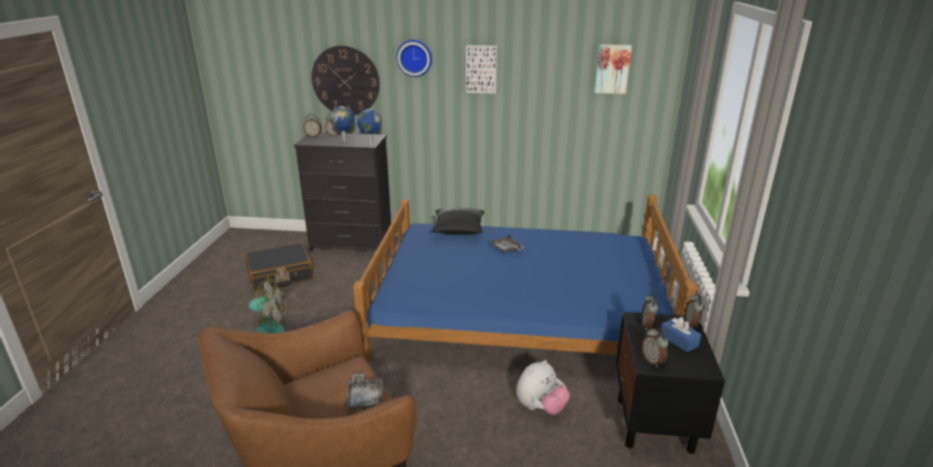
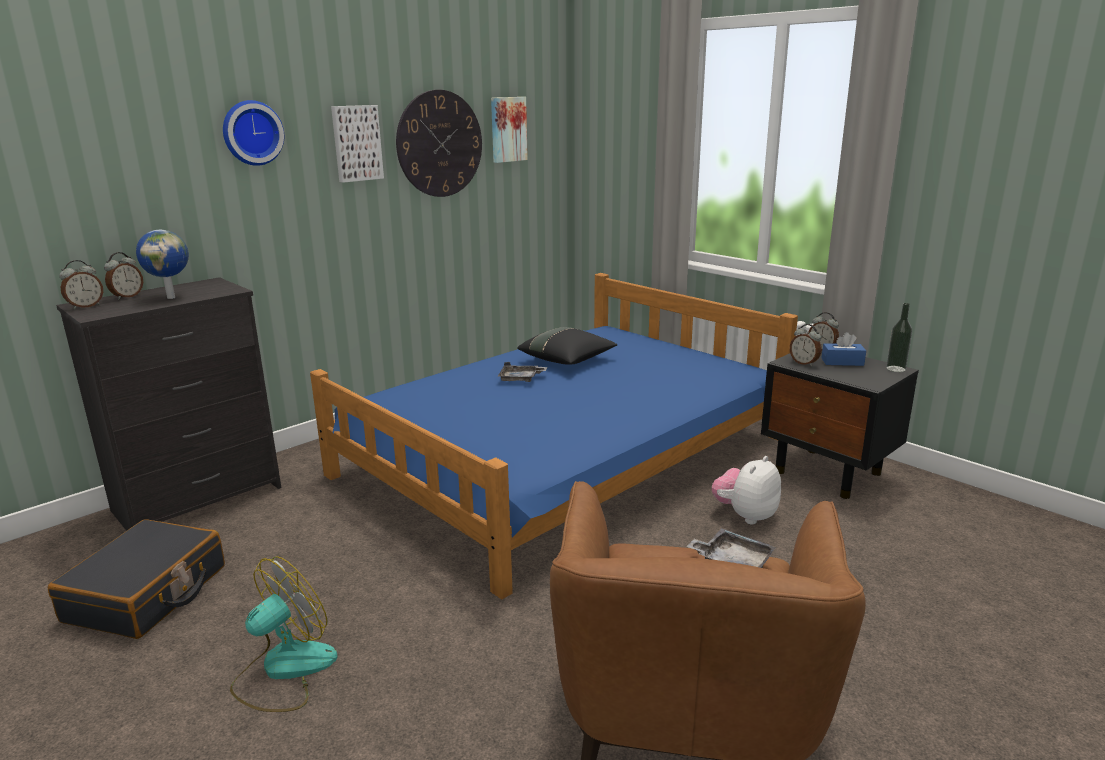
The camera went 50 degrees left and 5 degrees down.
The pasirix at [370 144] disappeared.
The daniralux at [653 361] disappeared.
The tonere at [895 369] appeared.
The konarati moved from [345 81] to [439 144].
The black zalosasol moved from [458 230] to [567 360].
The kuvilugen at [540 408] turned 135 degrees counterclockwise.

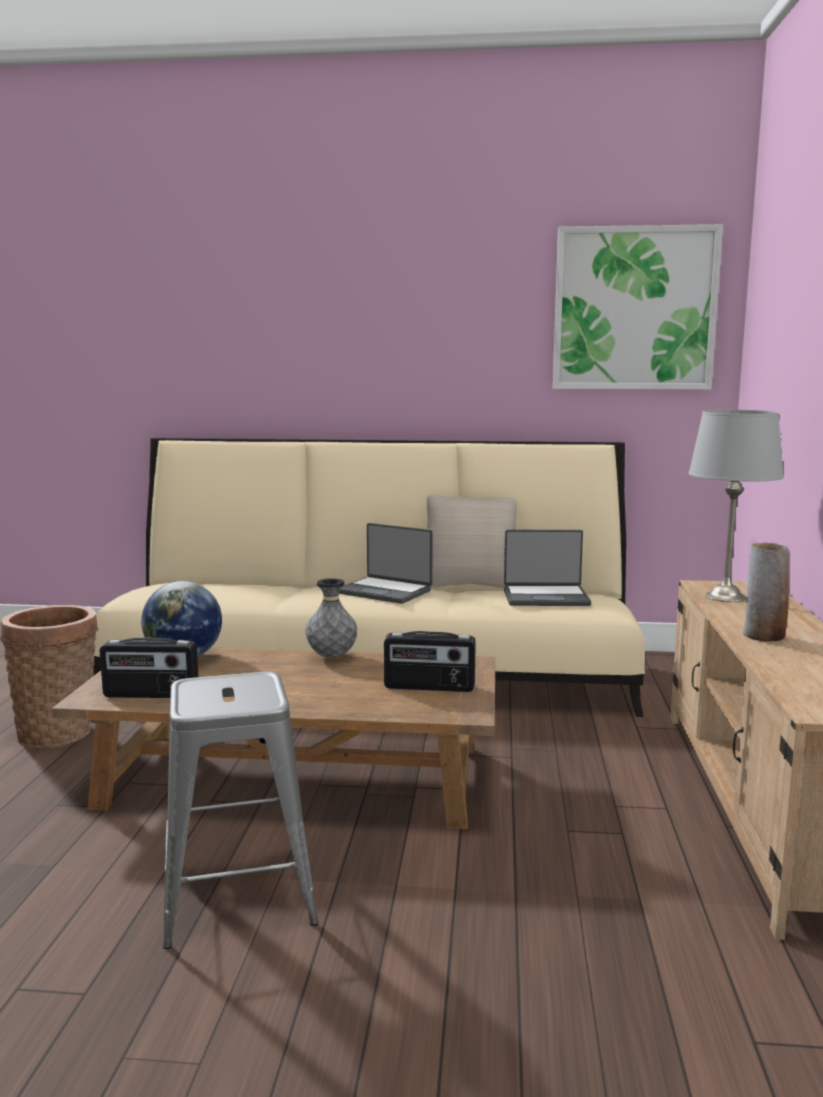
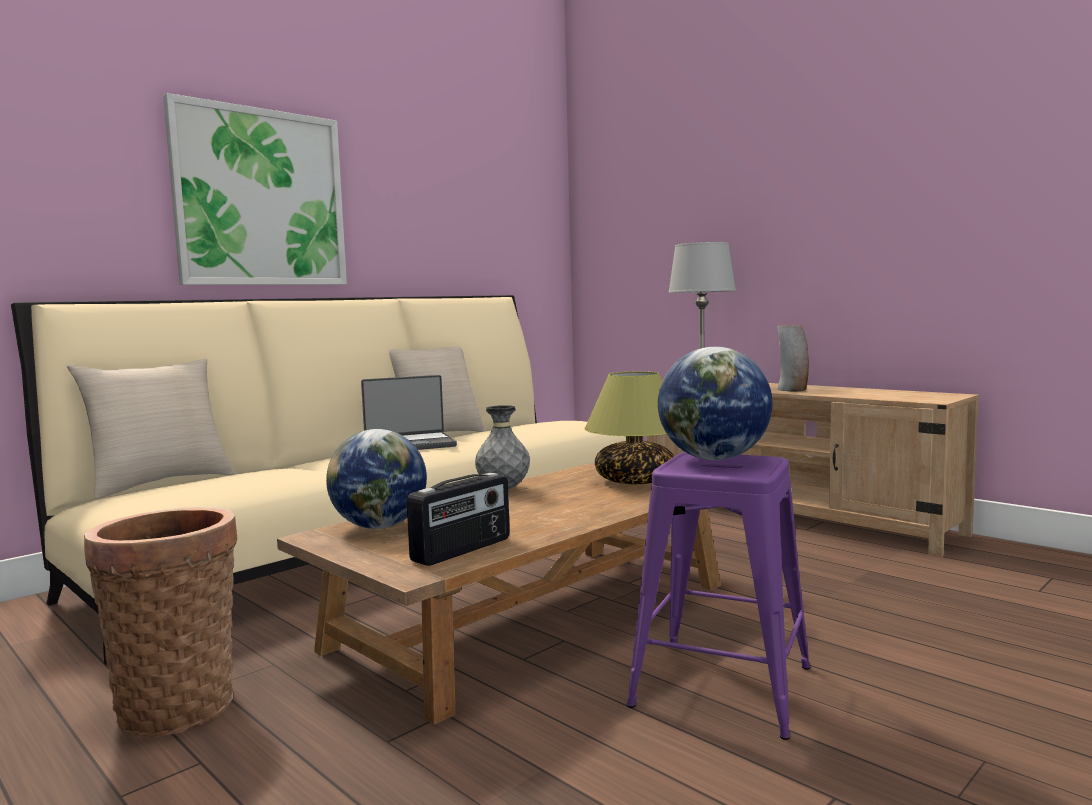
The camera went 50 degrees left and 5 degrees down.
The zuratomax at [545 597] disappeared.
The beige zalosasol at [160 483] appeared.
The pasirix at [713 459] appeared.
The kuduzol moved from [634 309] to [260 198].
The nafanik at [429 687] was replaced by the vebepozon at [634 481].
The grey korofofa at [238 893] became the purple korofofa at [722 686].

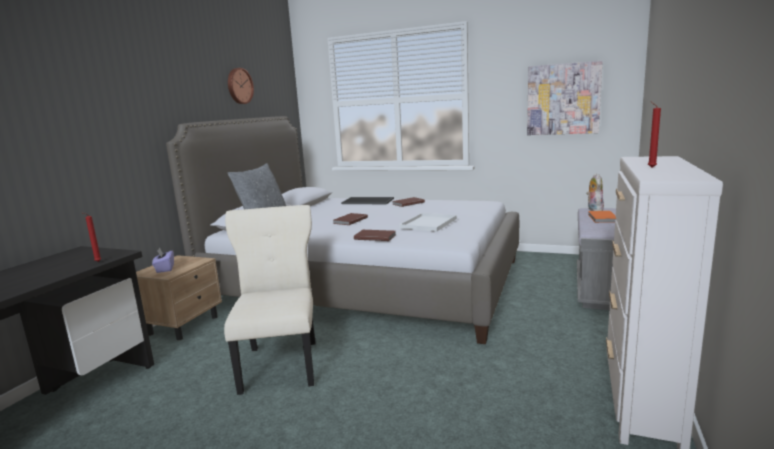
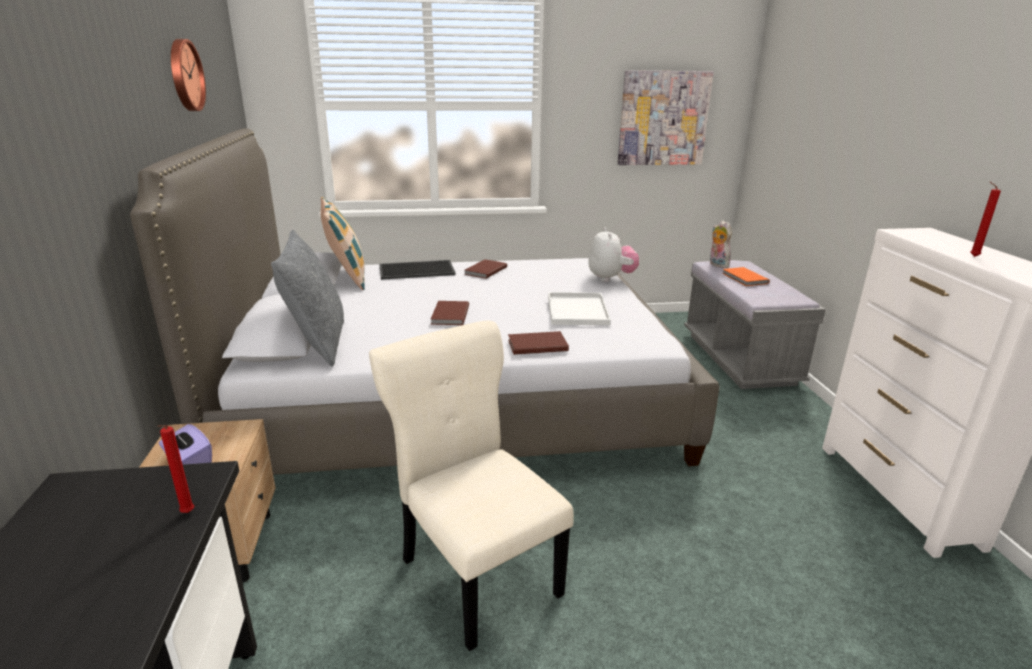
The camera went 30 degrees left and 10 degrees up.
The zalosasol at [346 278] appeared.
The kuvilugen at [611 278] appeared.

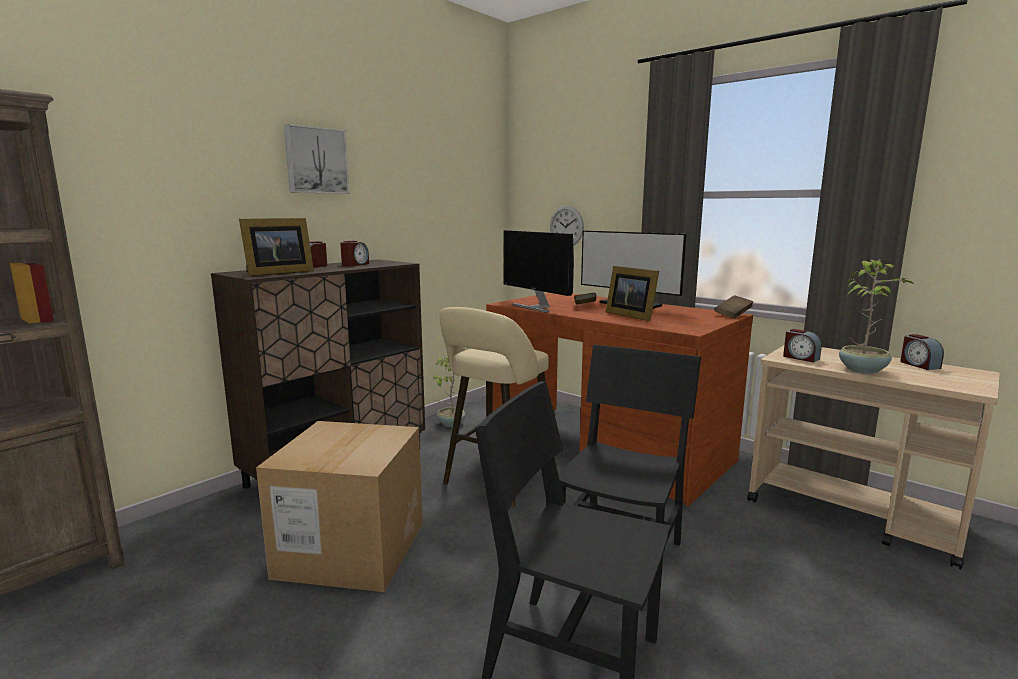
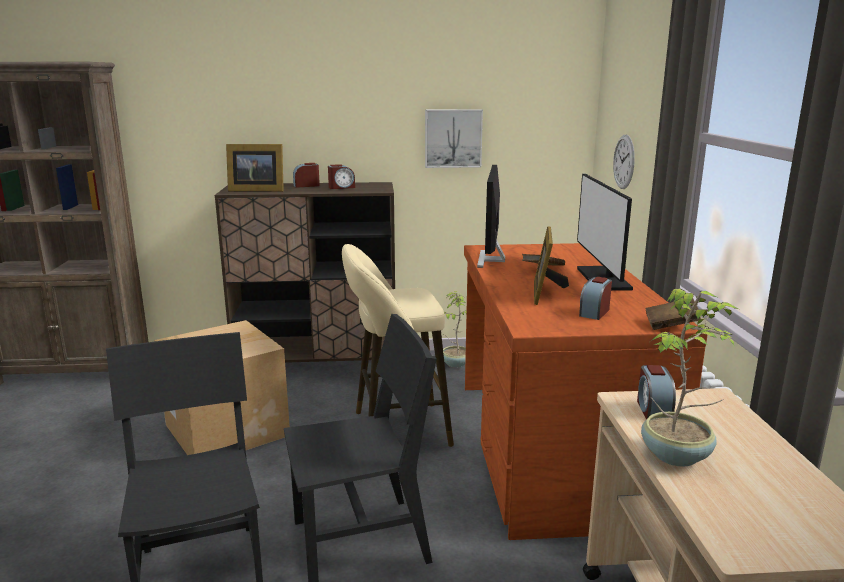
The camera went 45 degrees right and 5 degrees up.
The kuduzol moved from [316 161] to [453 138].
The daniralux moved from [919 365] to [594 312].

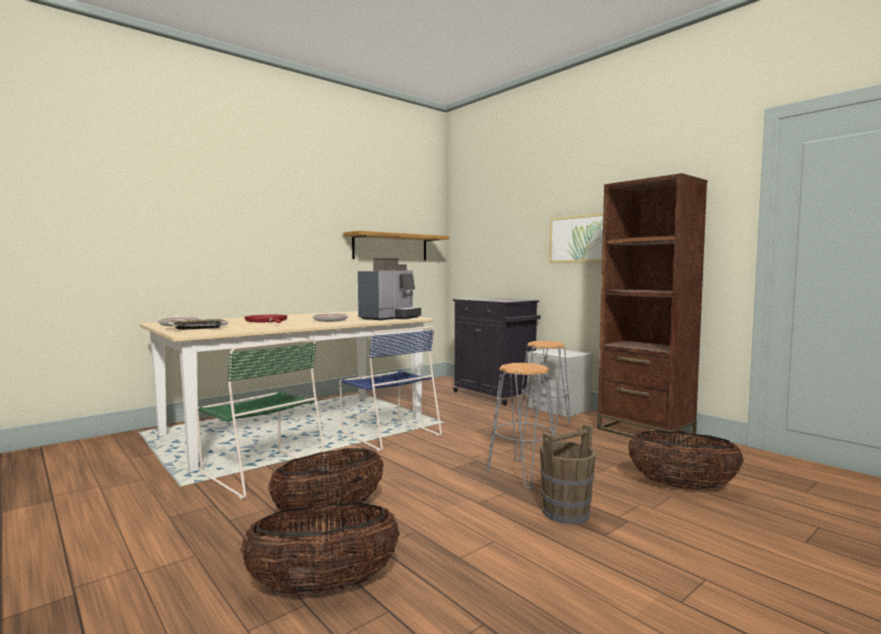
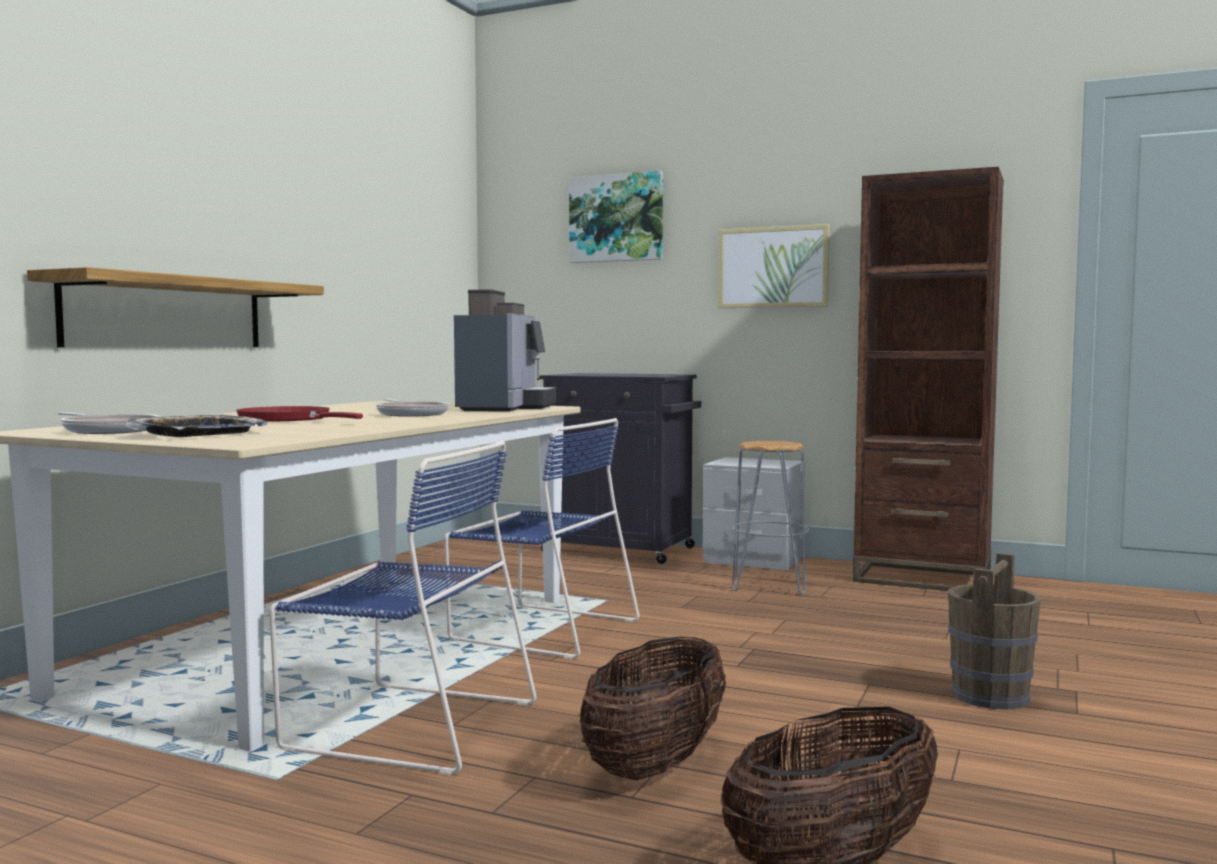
The camera went 25 degrees left and 0 degrees up.
The grey korofofa at [523 474] disappeared.
The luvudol at [682 486] disappeared.
The kuduzol at [616 218] appeared.
The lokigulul moved from [390 247] to [166 313].
The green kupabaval at [262 471] became the blue kupabaval at [405 724].

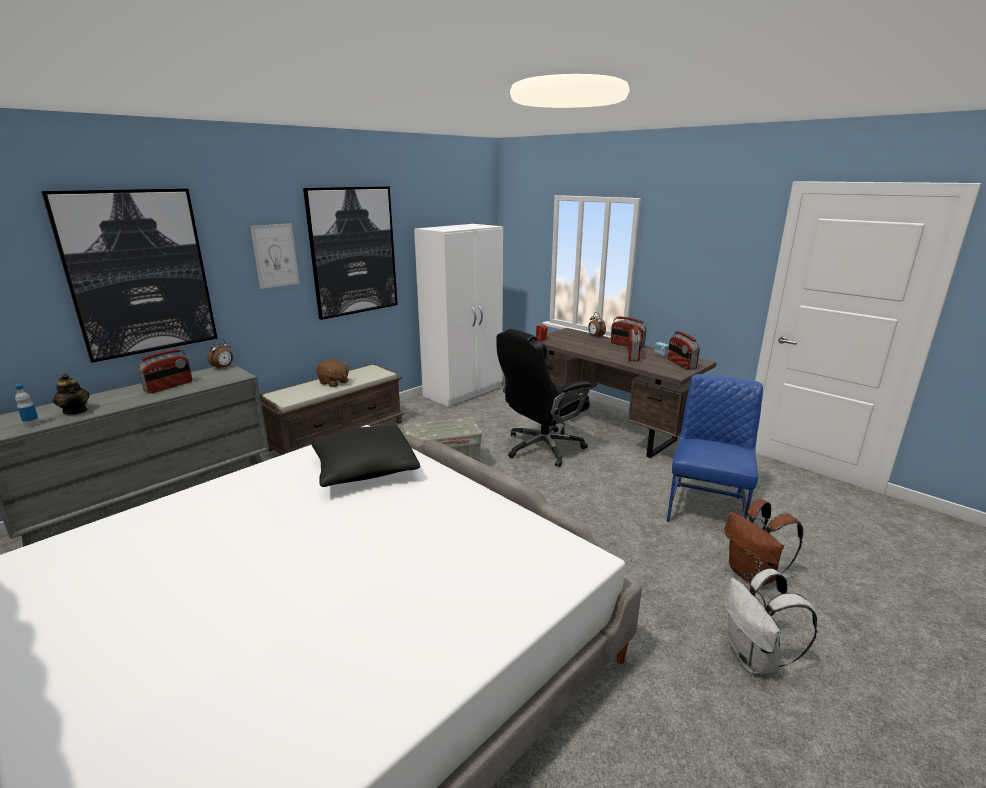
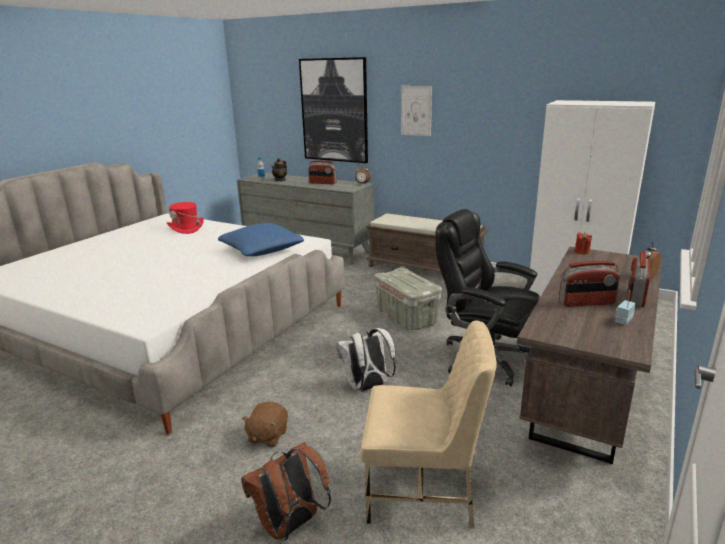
The camera went 75 degrees right and 0 degrees up.
The kuduzol at [353 251] disappeared.
The nafanik at [681 364] disappeared.
The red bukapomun at [186 228] appeared.
The brown kuvilugen moved from [334 383] to [267 436].
The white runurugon moved from [754 659] to [367 387].
The black zalosasol at [364 469] became the blue zalosasol at [261 250].
The blue kupabaval at [706 508] became the beige kupabaval at [423 491].

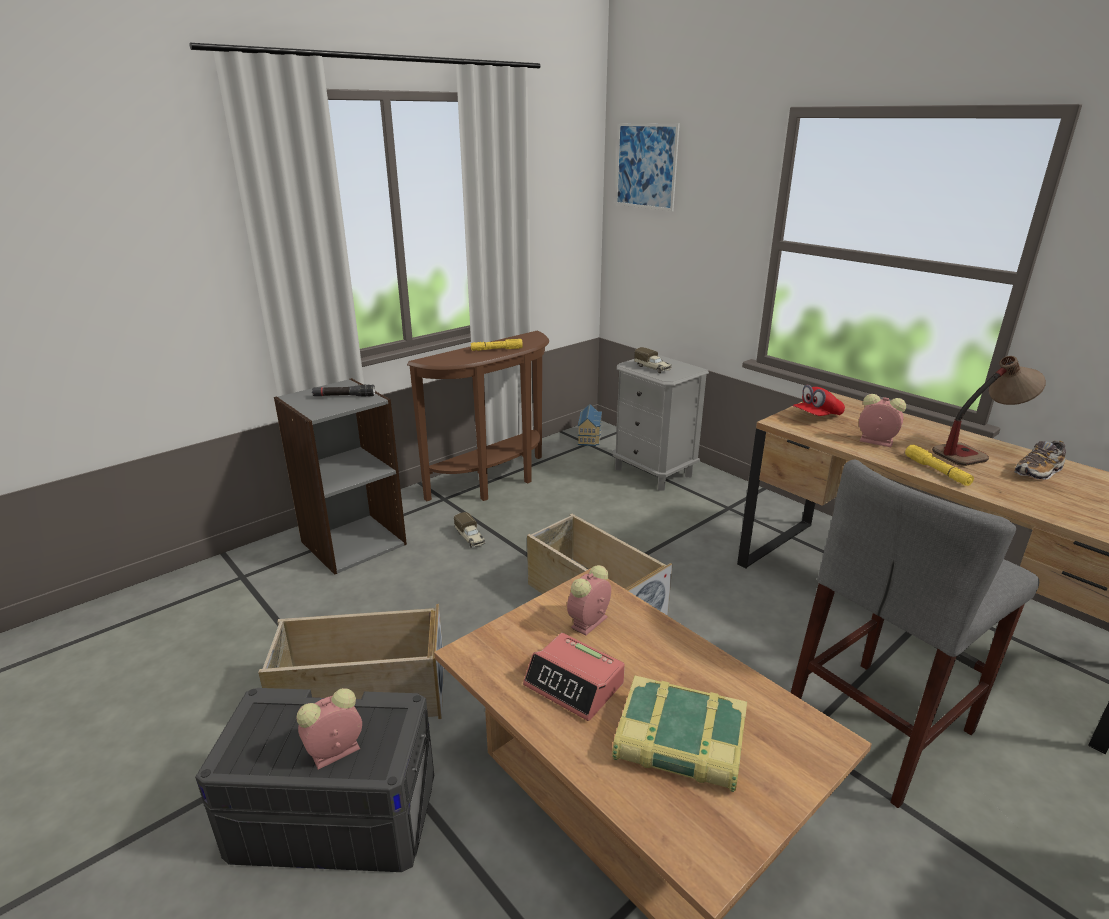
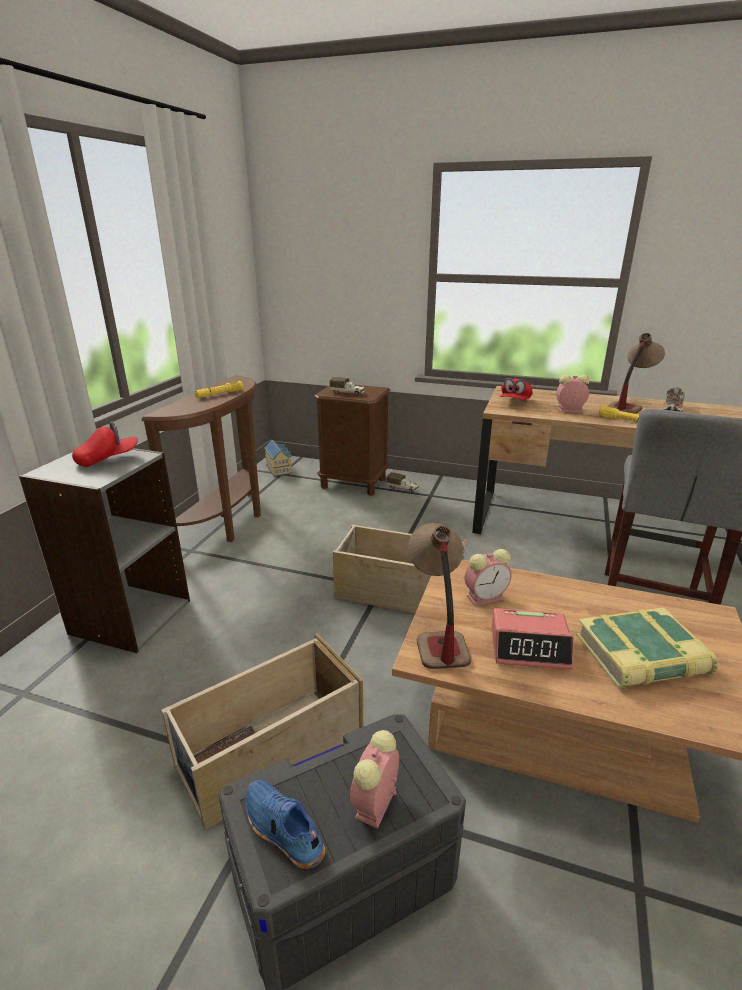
The camera went 30 degrees left and 0 degrees up.
The kuduzol at [646 166] disappeared.
The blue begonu at [282 831] appeared.
The vebepozon at [436 632] appeared.
The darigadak moved from [470 538] to [403 489].
The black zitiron at [344 396] was replaced by the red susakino at [108 459].
The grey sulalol at [653 472] became the brown sulalol at [354 483].
The daniralux at [588 623] turned 120 degrees counterclockwise.

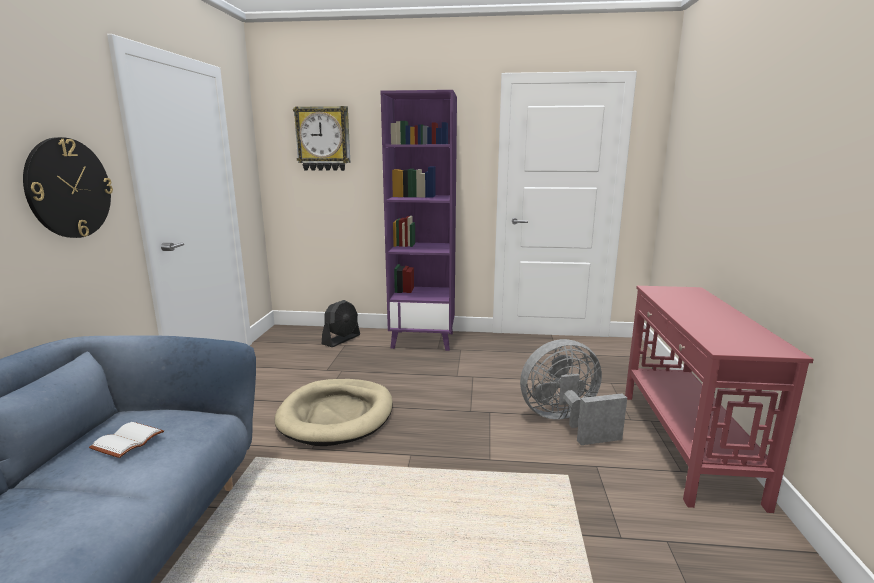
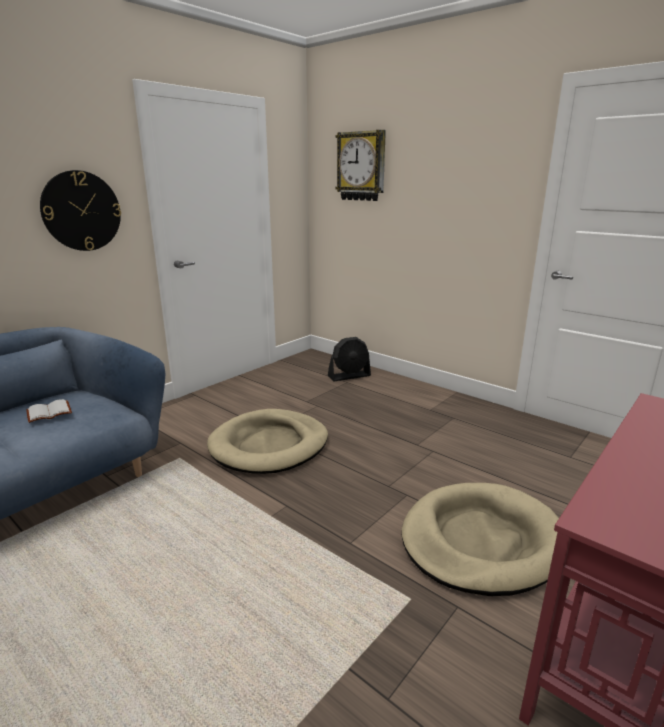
The camera went 35 degrees right and 5 degrees up.
The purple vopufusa at [423 340] disappeared.
The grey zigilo at [566 422] was replaced by the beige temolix at [480 541].

